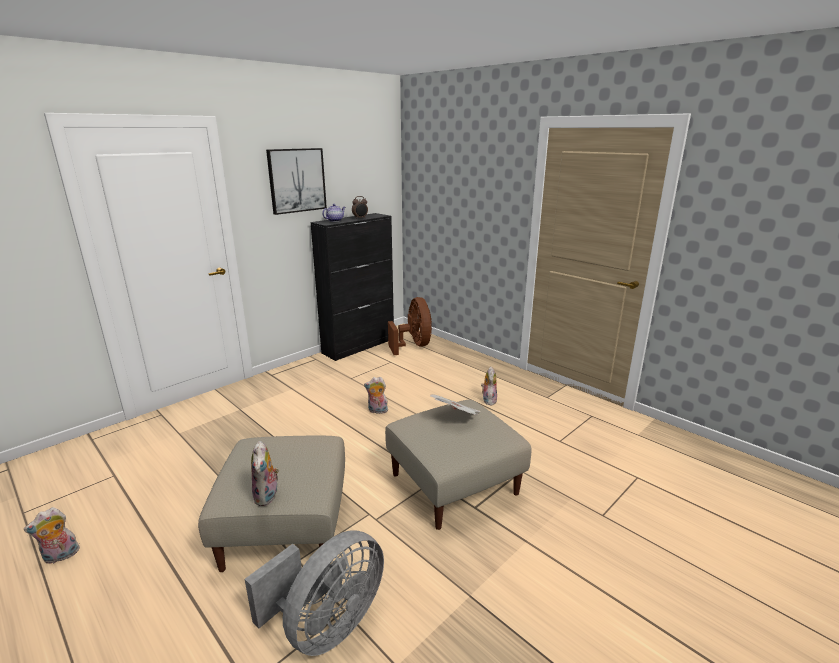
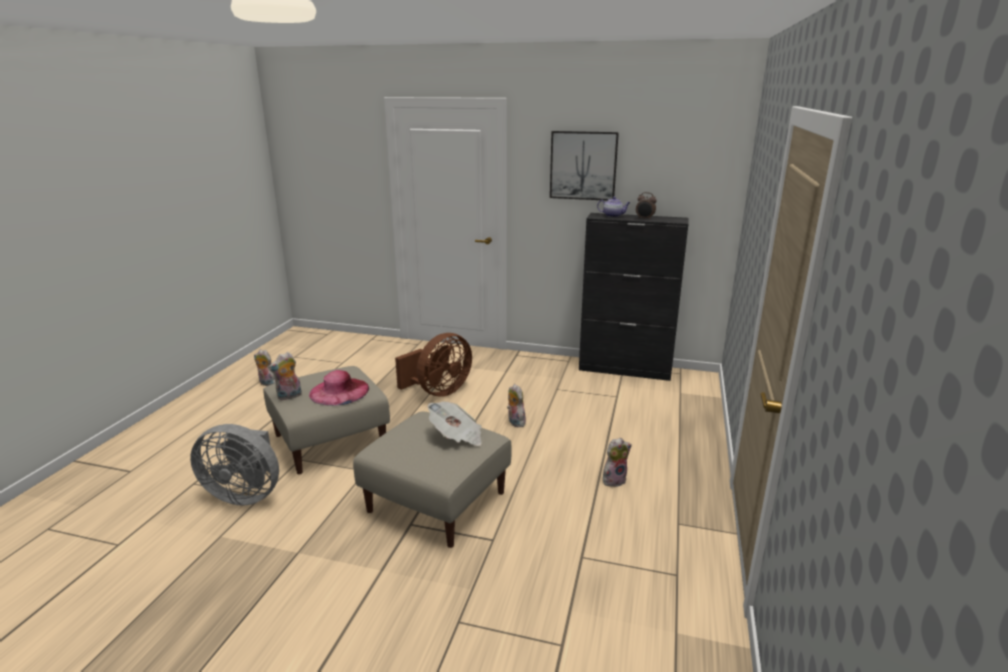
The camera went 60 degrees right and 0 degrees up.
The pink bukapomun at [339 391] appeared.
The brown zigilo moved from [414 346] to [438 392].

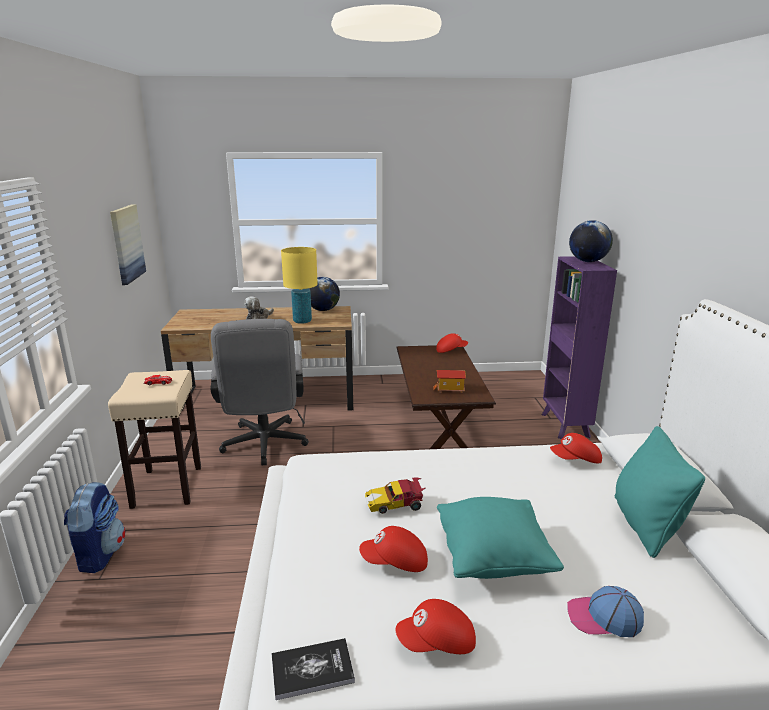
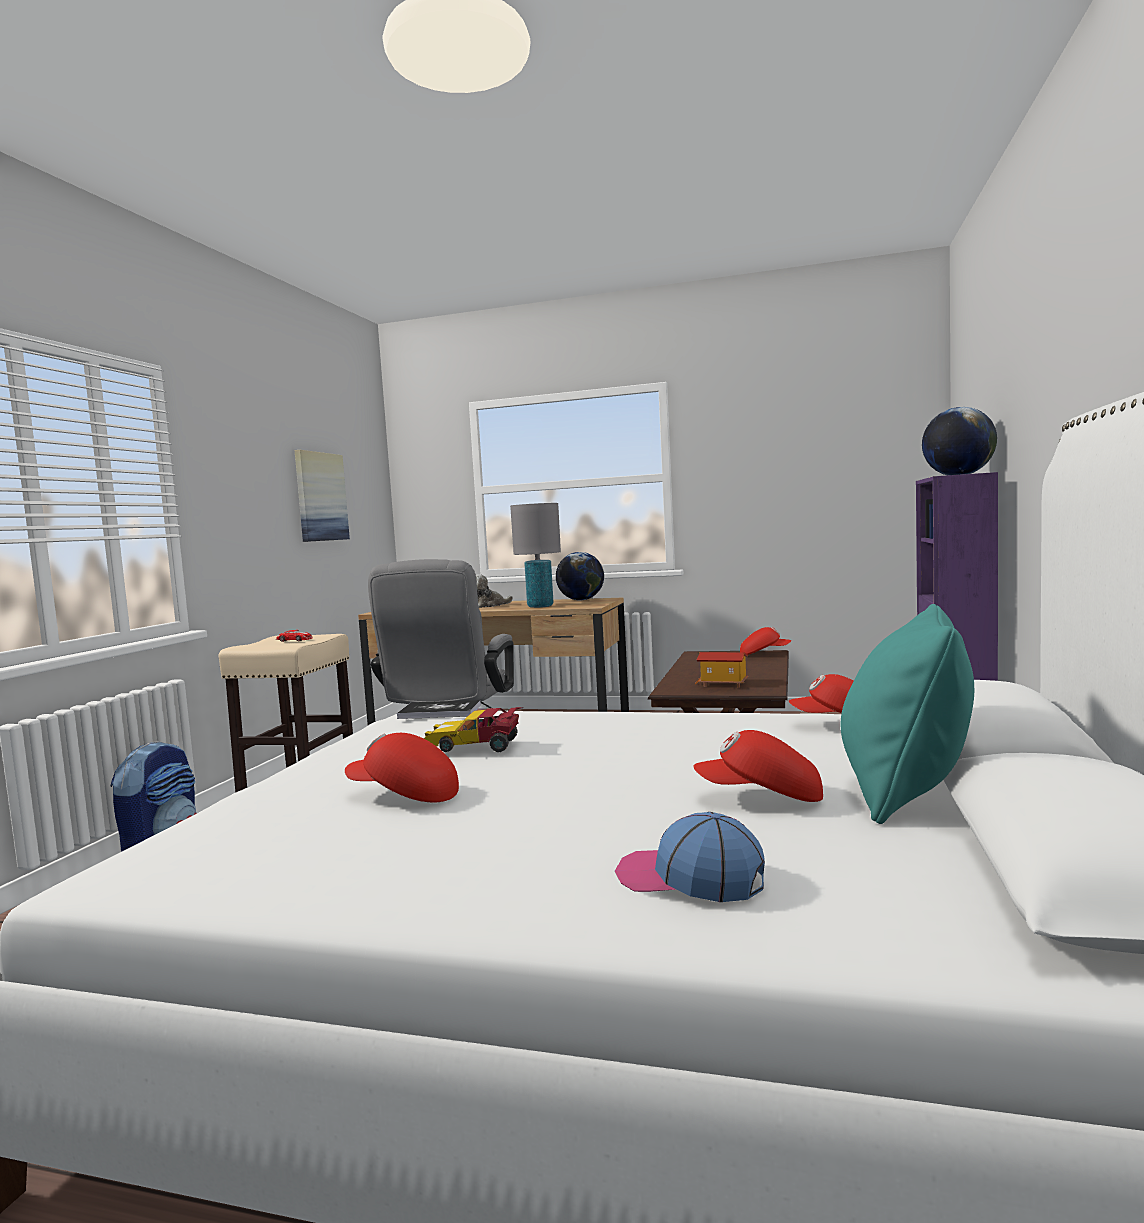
The camera went 20 degrees right and 15 degrees down.
The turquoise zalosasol at [493 559] disappeared.
The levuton moved from [312 669] to [440 711].
The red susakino moved from [437 643] to [761 798].
The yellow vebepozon at [302 321] became the grey vebepozon at [540 606].

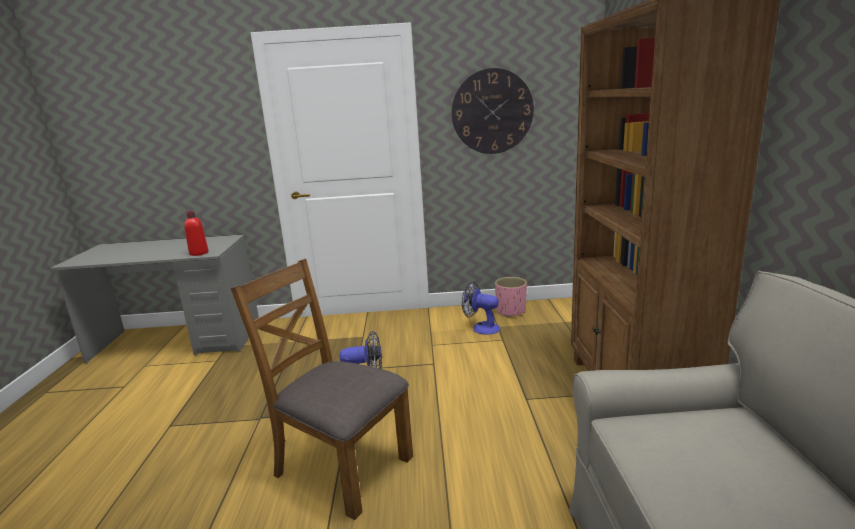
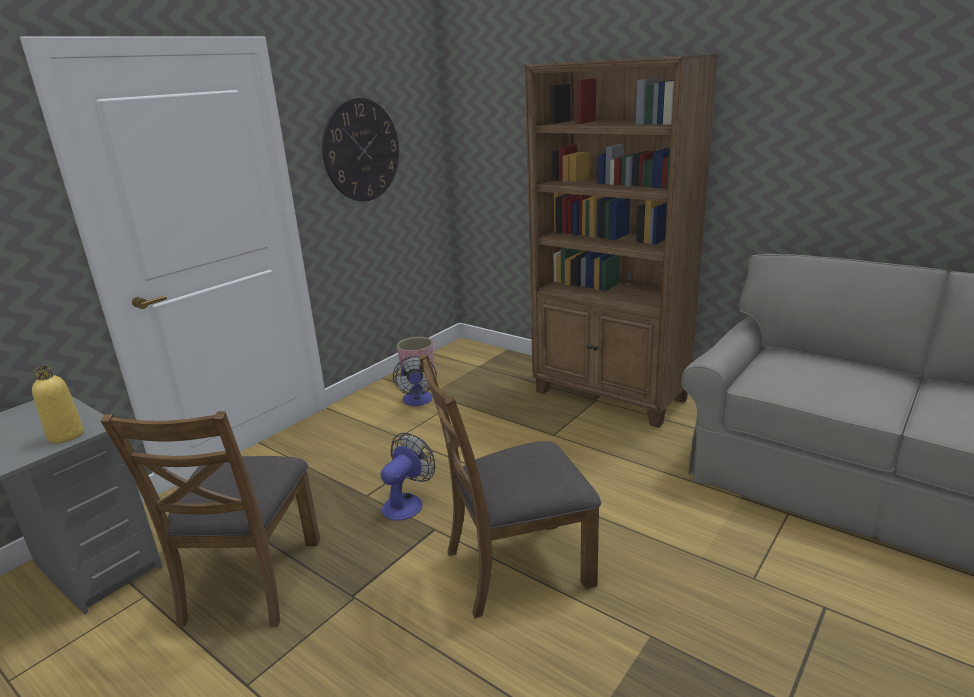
The camera went 50 degrees left and 5 degrees up.
The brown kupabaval at [251 580] appeared.
The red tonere at [199 253] became the yellow tonere at [66 435].
The zigilo at [481 328] turned 75 degrees counterclockwise.

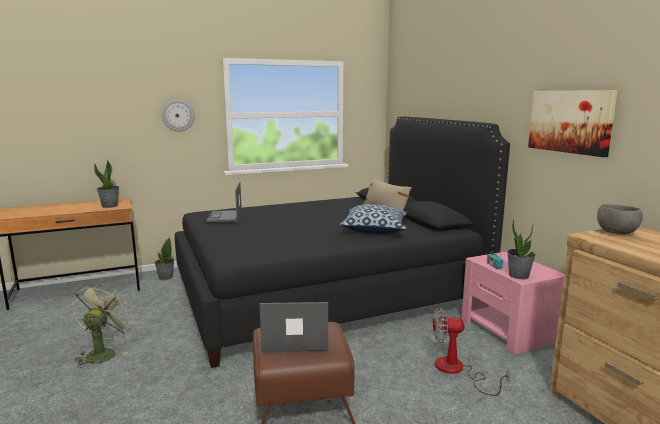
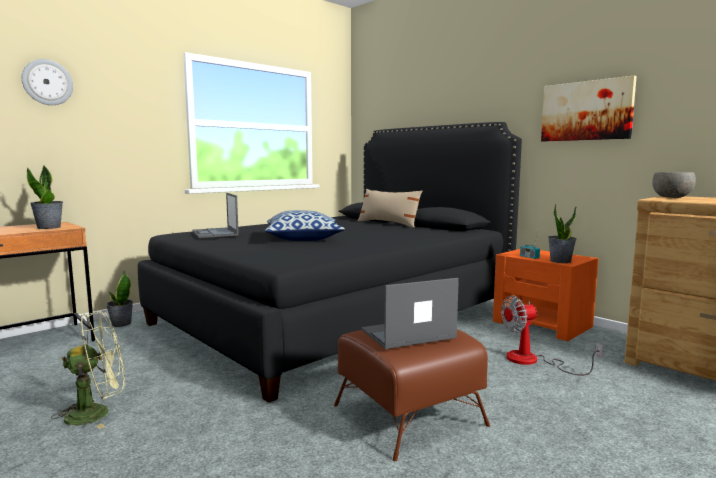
The camera went 20 degrees left and 5 degrees down.
The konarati moved from [178 115] to [47 82].
The zalosasol moved from [375 230] to [303 238].
The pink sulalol at [508 330] became the orange sulalol at [542 324].
The green zigilo at [103 353] turned 75 degrees clockwise.

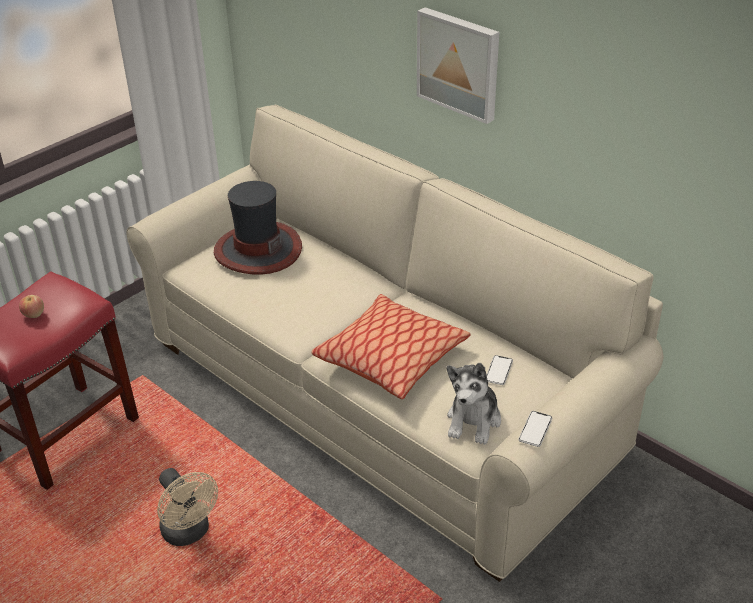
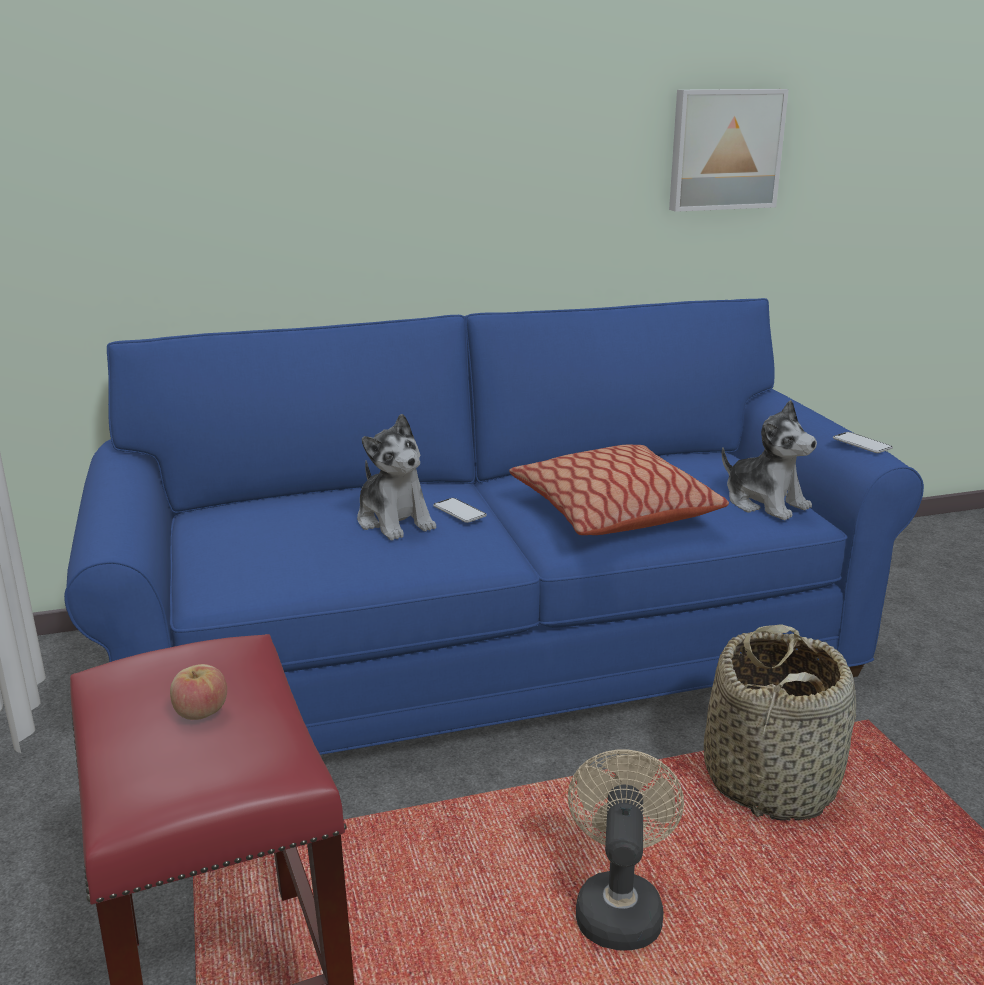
The camera went 60 degrees left and 15 degrees down.
The bukapomun at [257 250] disappeared.
The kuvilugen at [395 521] appeared.
The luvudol at [771 780] appeared.
The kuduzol moved from [459 63] to [724 149].
The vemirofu moved from [499 371] to [459 511].
The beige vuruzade at [380 396] became the blue vuruzade at [493 651].
The beige zigilo at [189 533] turned 75 degrees counterclockwise.

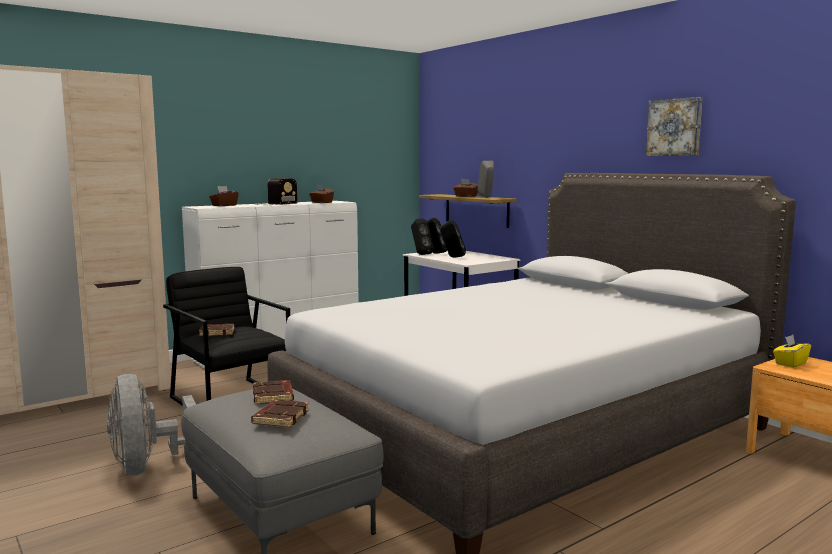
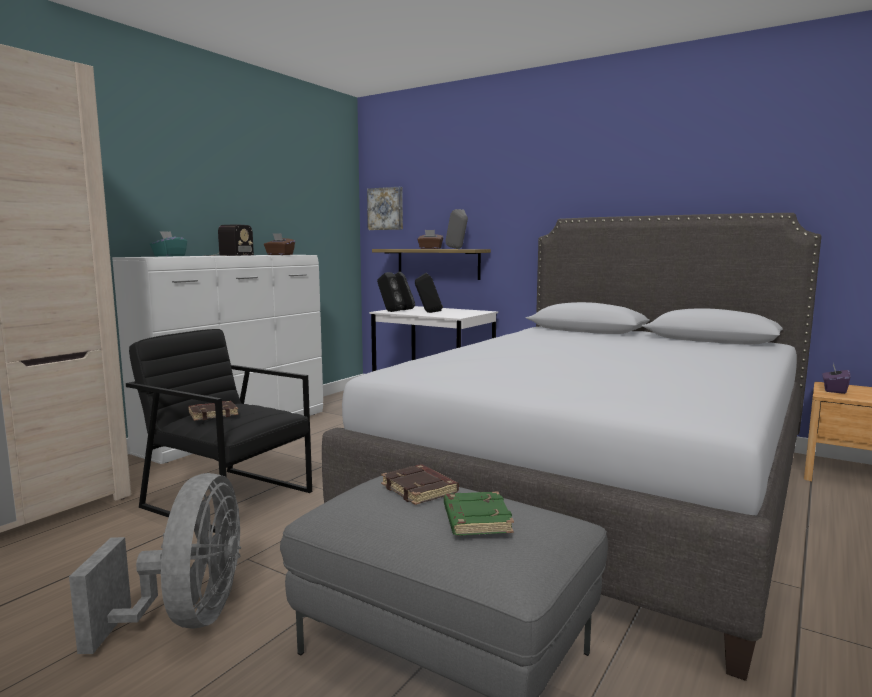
The camera went 20 degrees left and 0 degrees up.
The kuduzol moved from [675 127] to [386 209].
The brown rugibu at [224 205] became the turquoise rugibu at [169 256].
The brown levuton at [280 417] became the green levuton at [475 519].
The yellow rugibu at [790 363] became the purple rugibu at [834 390].
The grey zigilo at [147 467] turned 135 degrees counterclockwise.

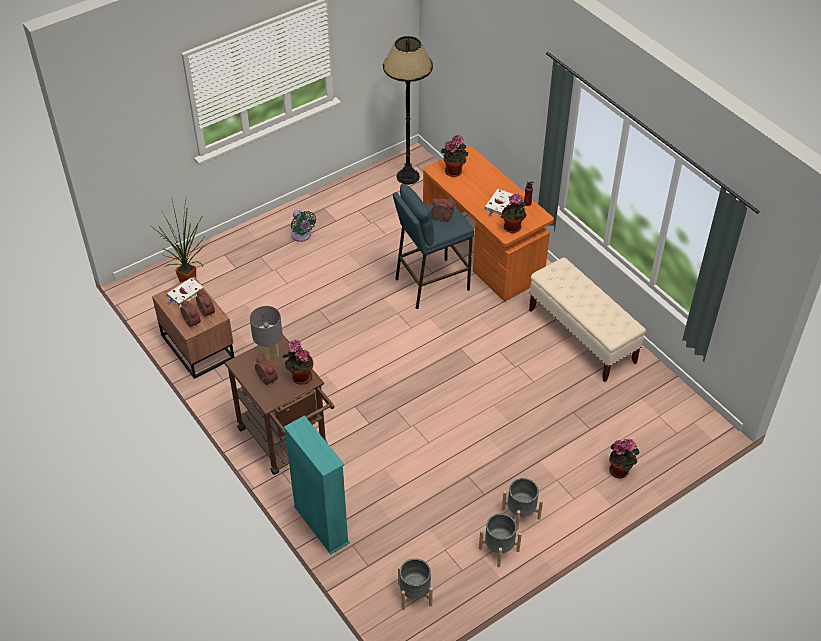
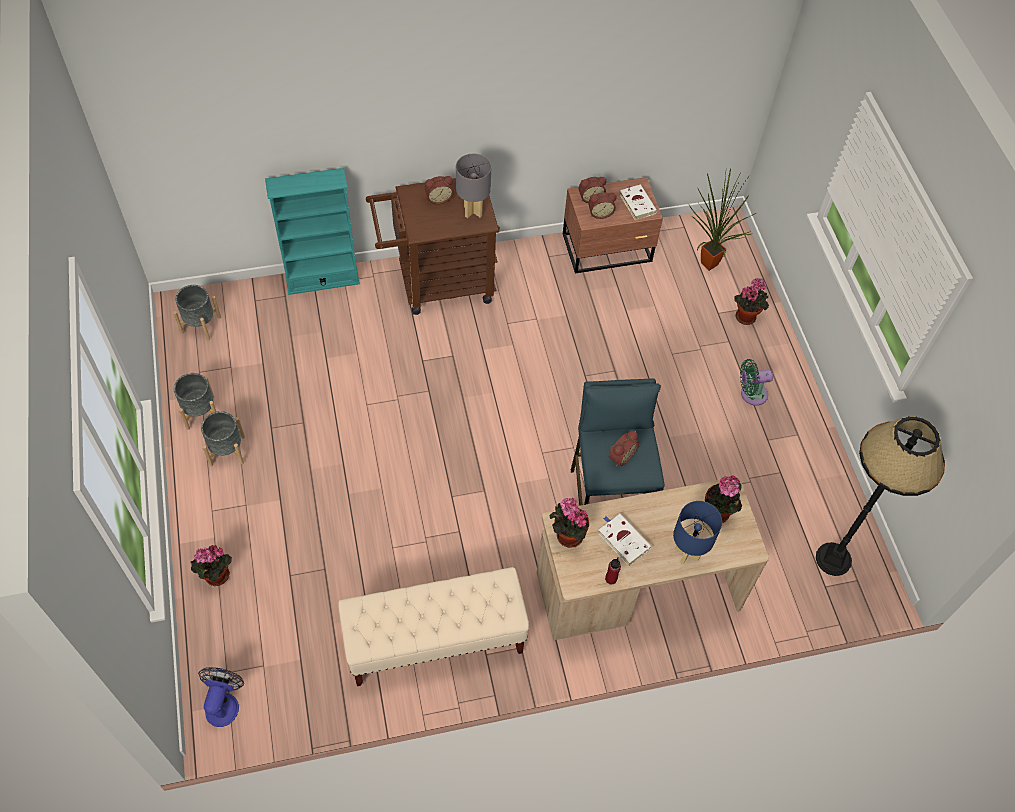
The camera went 110 degrees right and 10 degrees up.
The zigilo at [224 703] appeared.
The blue vebepozon at [686 553] appeared.
The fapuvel moved from [300 377] to [746 315].
The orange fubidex at [483 254] became the beige fubidex at [637 589].

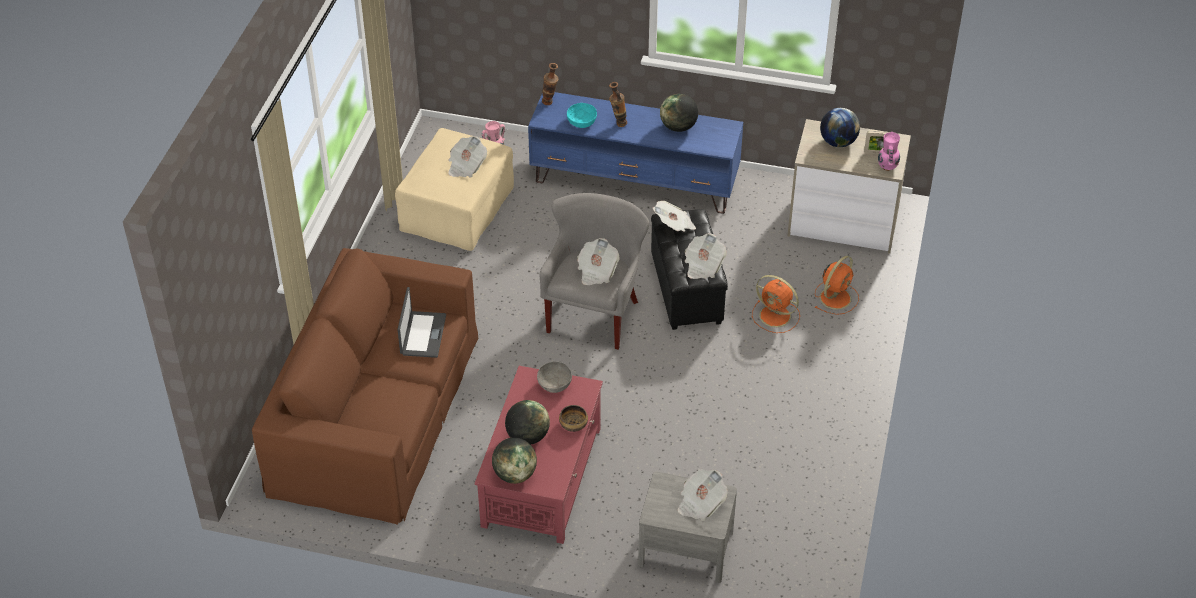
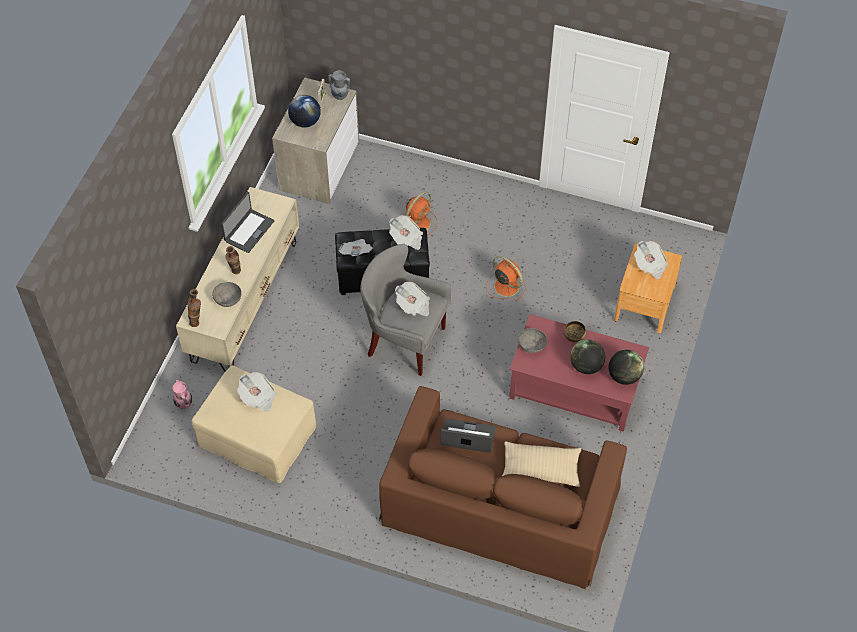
The camera went 85 degrees left and 10 degrees up.
The beige zalosasol at [541 469] appeared.
The orange zigilo moved from [836 297] to [505 285].
The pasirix at [678 127] was replaced by the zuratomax at [248 231].
The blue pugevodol at [635 182] became the beige pugevodol at [245 299].
The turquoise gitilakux at [581 122] became the grey gitilakux at [227 299].
The grey sulalol at [685 548] became the brown sulalol at [644 303].
The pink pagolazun at [887 167] became the grey pagolazun at [340 97].

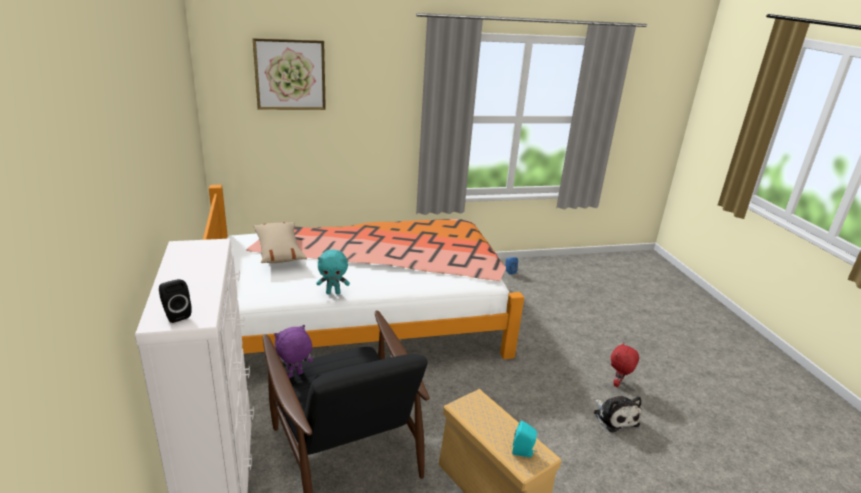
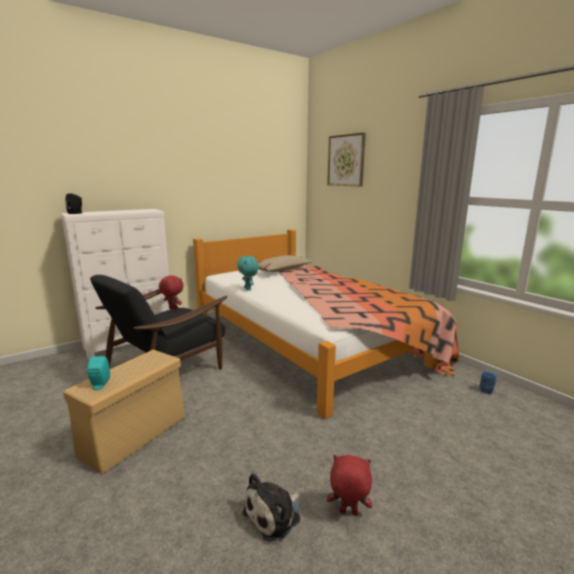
The camera went 70 degrees right and 10 degrees down.
The purple kuvilugen at [294 375] became the red kuvilugen at [172 309].

